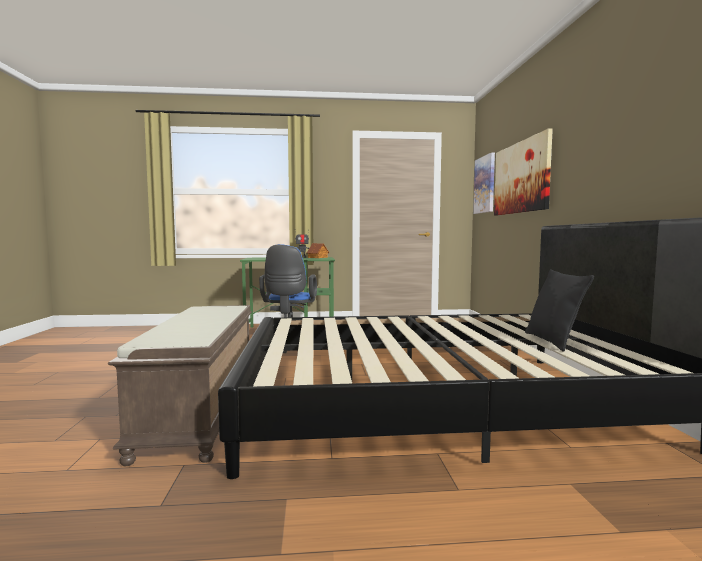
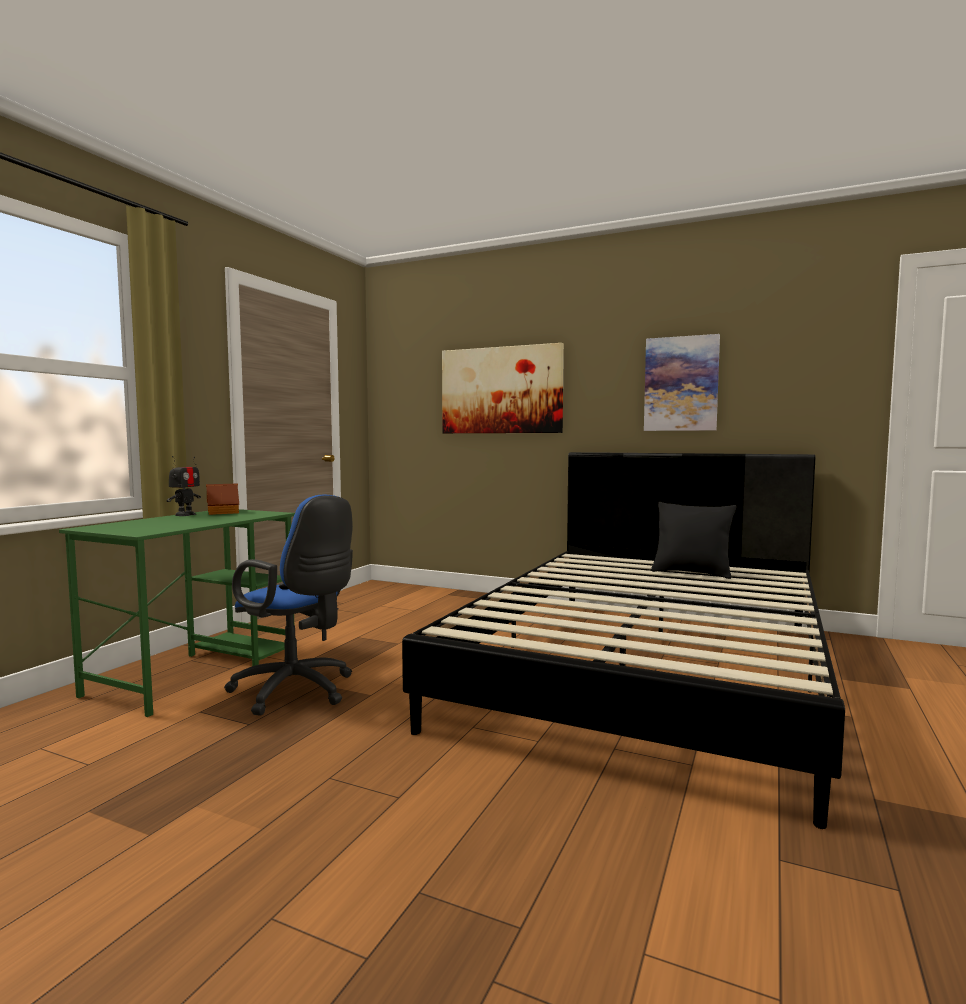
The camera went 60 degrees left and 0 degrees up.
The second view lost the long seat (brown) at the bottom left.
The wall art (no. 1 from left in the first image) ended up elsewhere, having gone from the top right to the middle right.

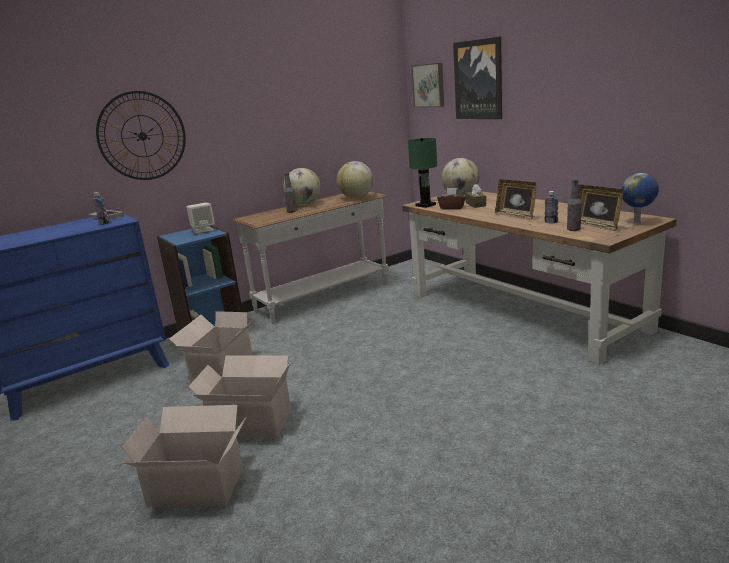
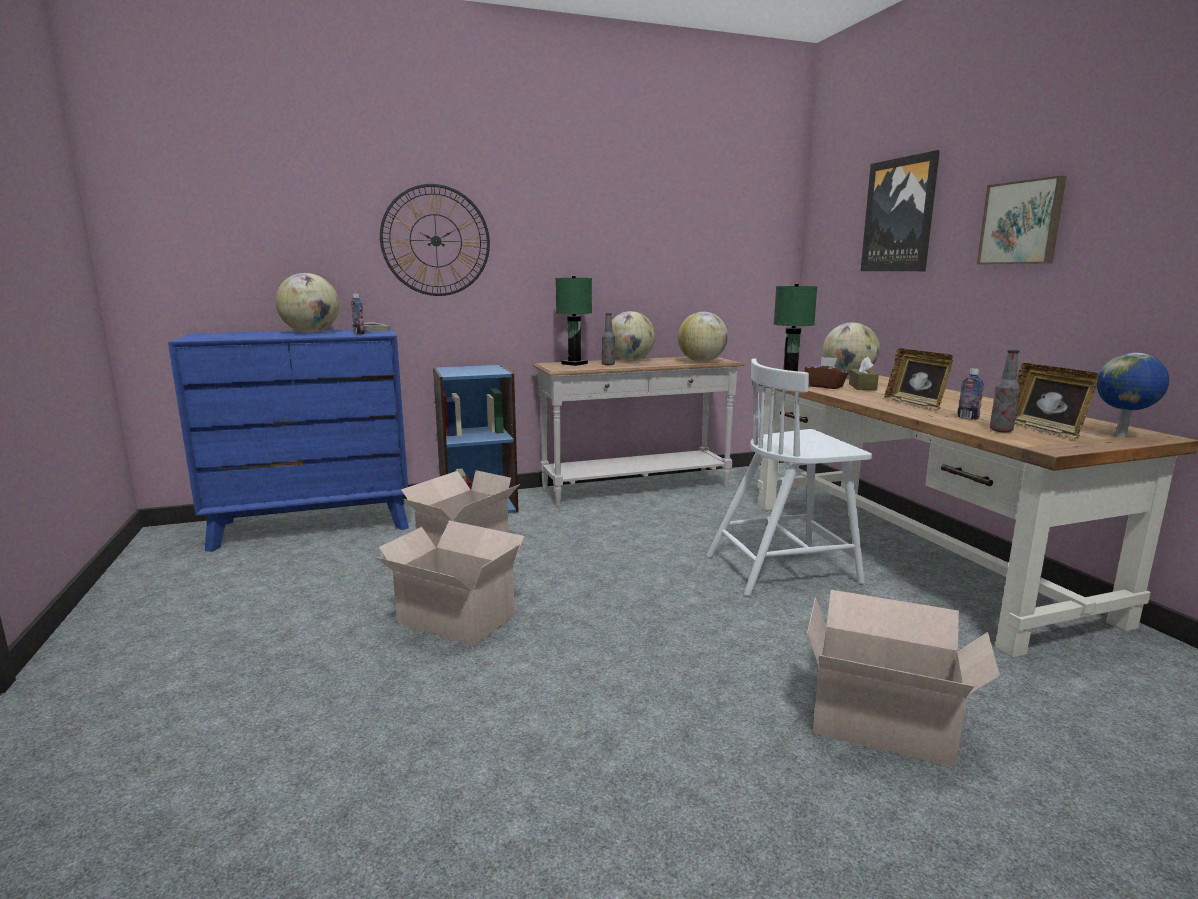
The camera went 15 degrees right and 5 degrees down.
The cardboard box (no. 1 from left in the first image) ended up elsewhere, having gone from the bottom left to the bottom right.
The second view lost the speaker (sand-coloured) at the middle left.
The wall art (no. 1 from left in the first image) ended up elsewhere, having gone from the top centre to the top right.
The second view gained the world globe (no. 1 from left) at the middle left.
The second view gained the tabletop lamp (greenish) (no. 1 from left) at the centre.
The second view gained the chair (white) at the centre.

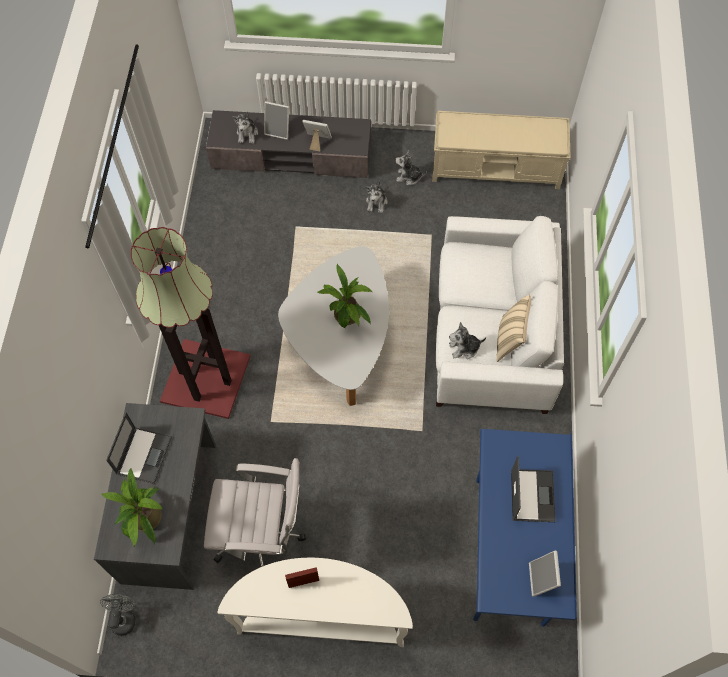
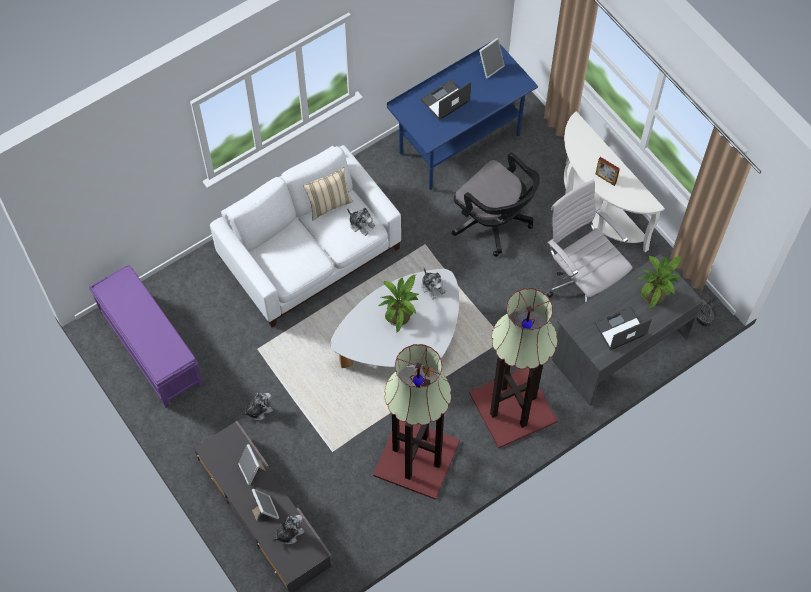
The camera went 130 degrees left and 0 degrees up.
The cuddly toy (no. 3 from left in the first image) ended up elsewhere, having gone from the top centre to the centre.
What was the long seat (sand-coloured) at the top right turned into the long seat (purplish) at the middle left.
The second view gained the floor lamp (no. 1 from left) at the bottom centre.
The second view gained the office chair (black-coloured) at the centre.

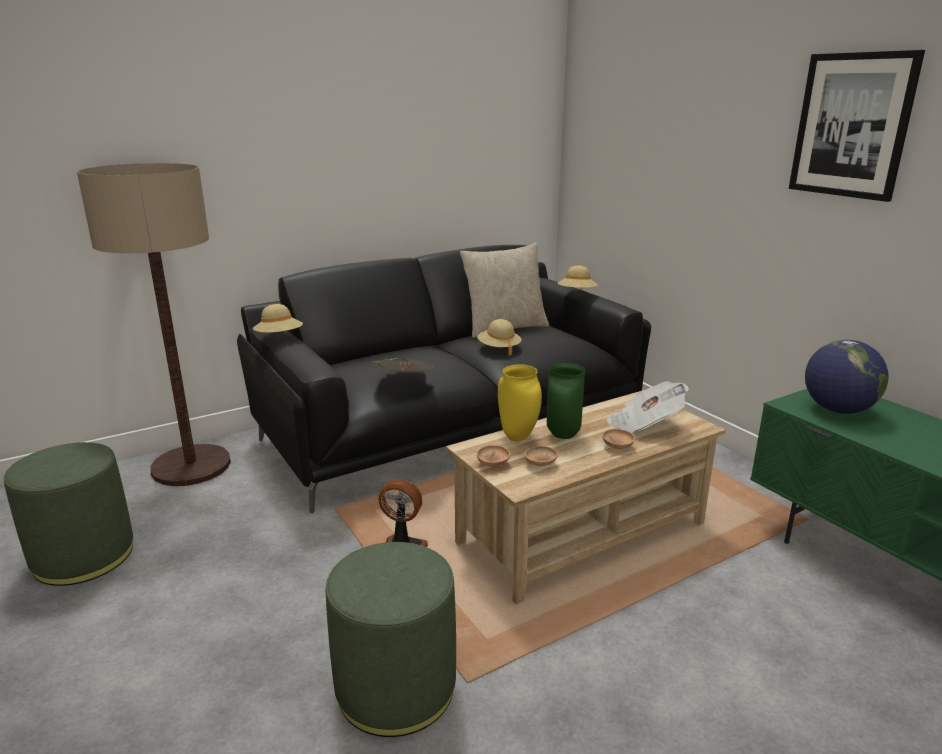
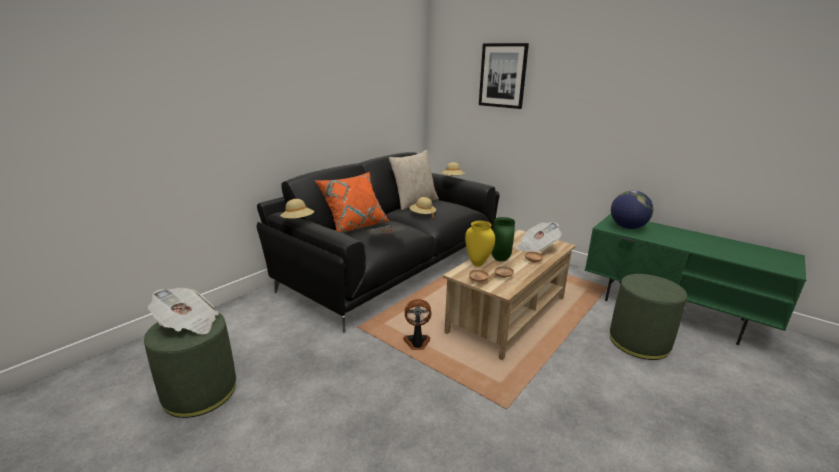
The camera went 20 degrees left and 0 degrees up.
The second view lost the floor lamp at the middle left.
The footrest (greenish) (no. 2 from left) ended up elsewhere, having gone from the bottom centre to the bottom right.
The wall art ended up elsewhere, having gone from the top right to the top centre.
The second view gained the printed paper (no. 1 from left) at the middle left.
The second view gained the cushion (orangey) at the centre.

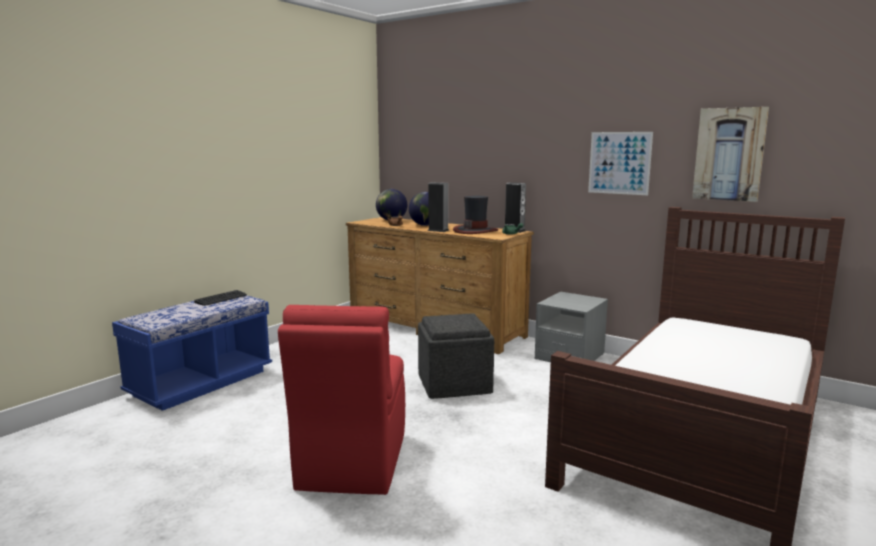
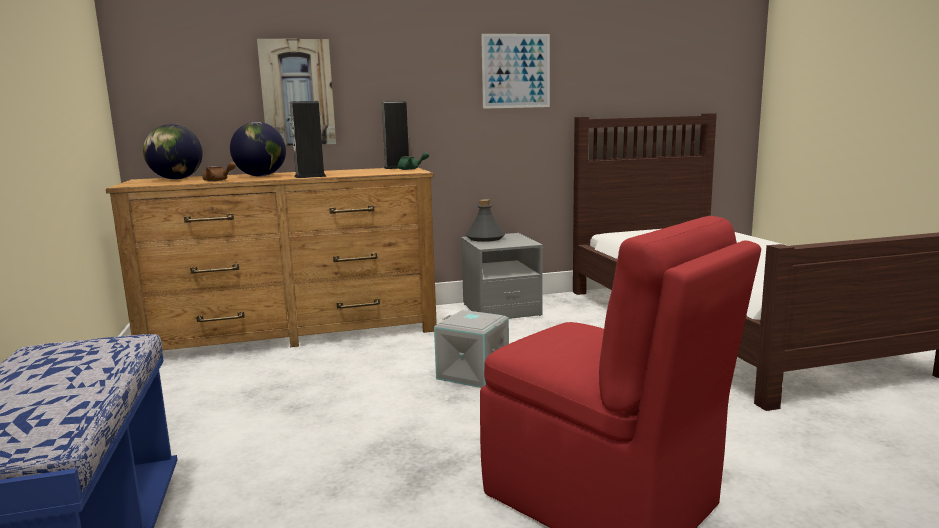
The camera went 50 degrees left and 0 degrees up.
The second view lost the computer keyboard at the middle left.
Where the footrest (grey) stood at the centre, the storage box (grey) came to stand at the centre.
The second view lost the hat at the centre.
The wall art (no. 2 from left in the first image) ended up elsewhere, having gone from the top right to the top left.
The second view gained the drink bottle (grey) at the centre.

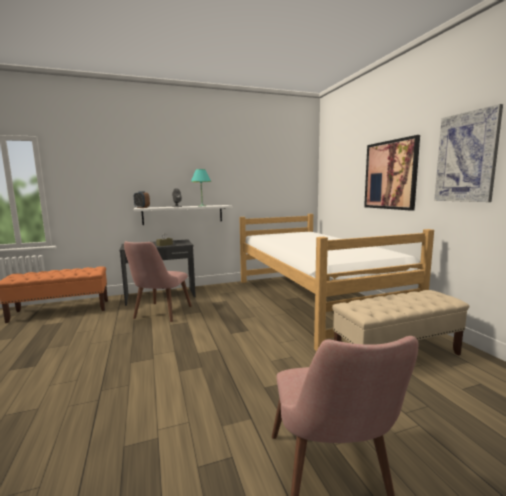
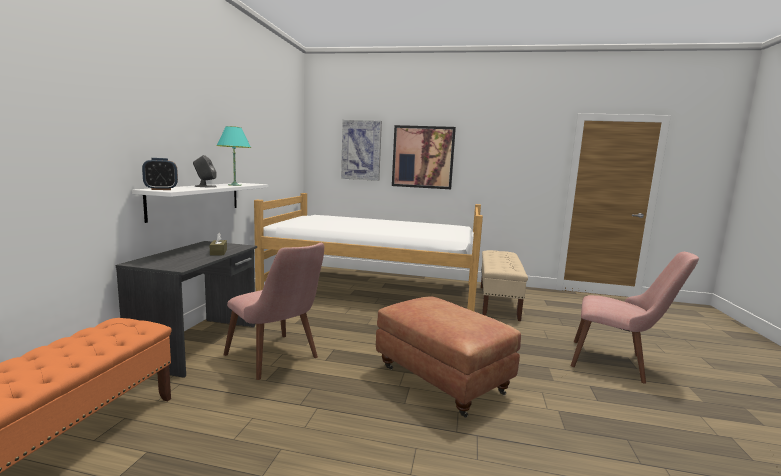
The camera went 60 degrees left and 0 degrees up.
The wall art (no. 2 from left in the first image) ended up elsewhere, having gone from the top right to the top centre.
The second view gained the footrest (brown) at the bottom centre.

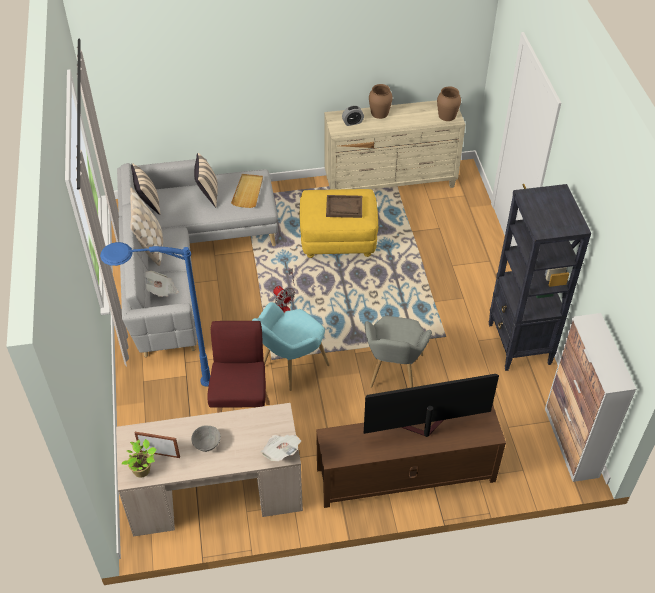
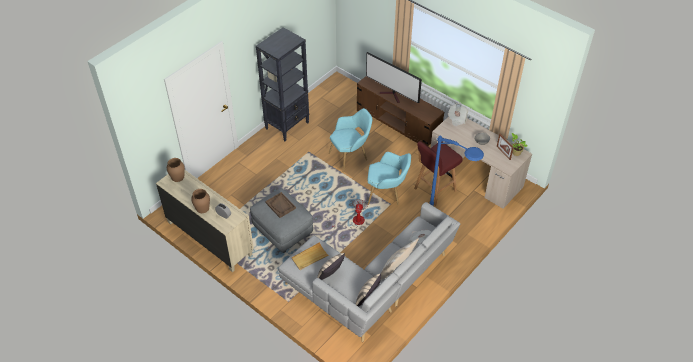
The camera went 130 degrees left and 0 degrees up.
What was the footrest (yellowish) at the centre turned into the footrest (grey) at the centre.
What was the armchair (grey) at the centre turned into the armchair (turquoise-coloured) (no. 1 from left) at the centre.
The second view lost the storage cabinet at the bottom right.

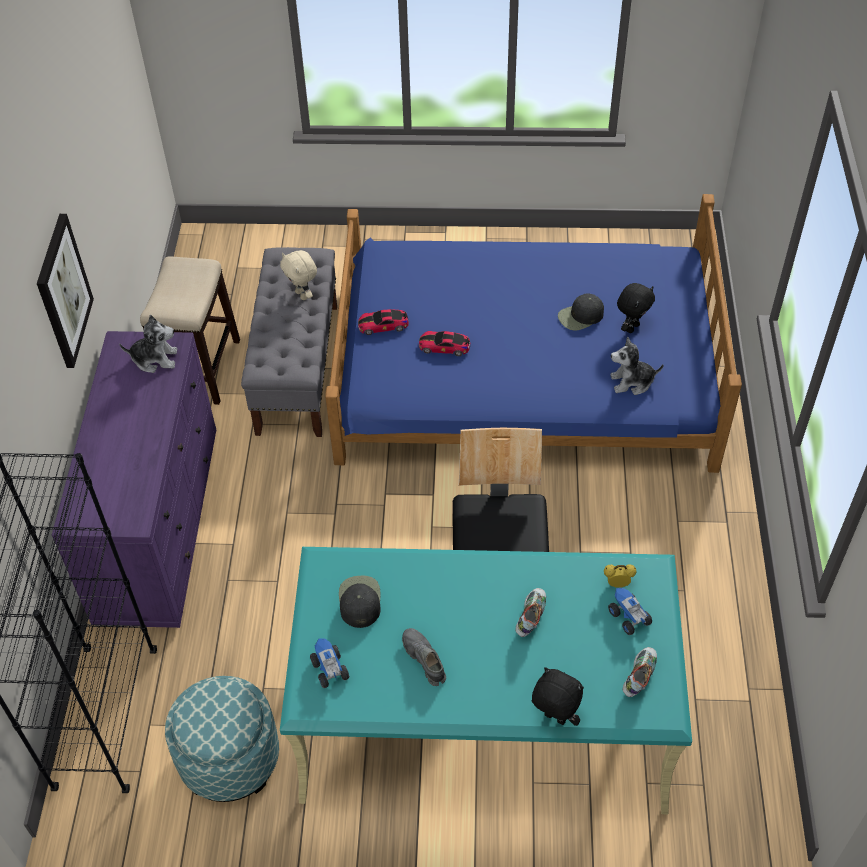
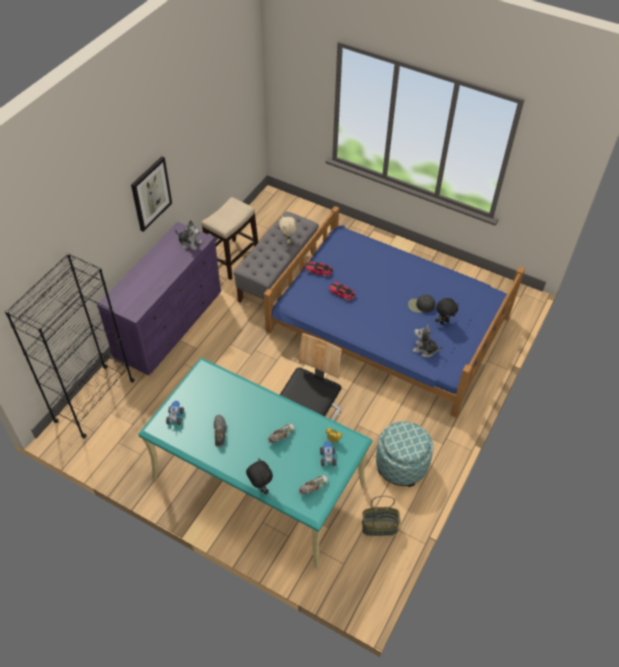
The camera went 25 degrees right and 0 degrees up.
The footrest ended up elsewhere, having gone from the bottom left to the bottom centre.
The second view lost the cap (black-coloured) (no. 1 from left) at the bottom centre.
The second view gained the storage basket at the bottom centre.

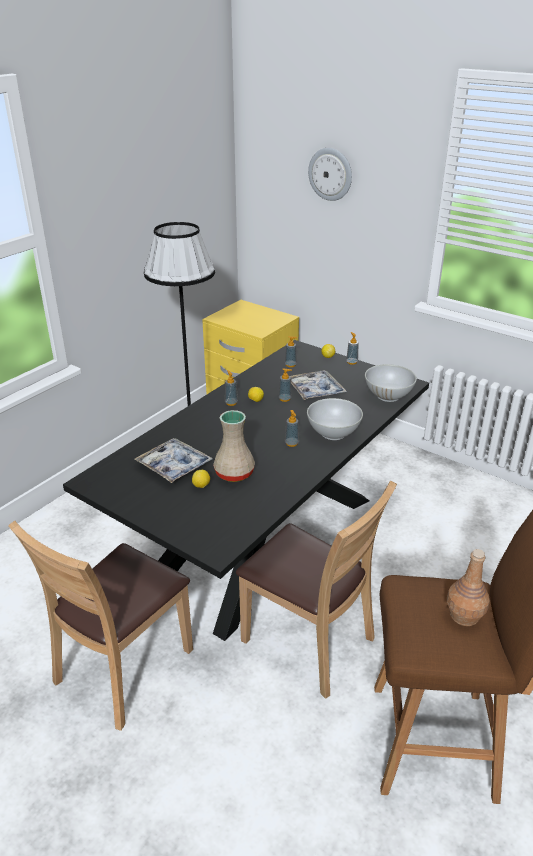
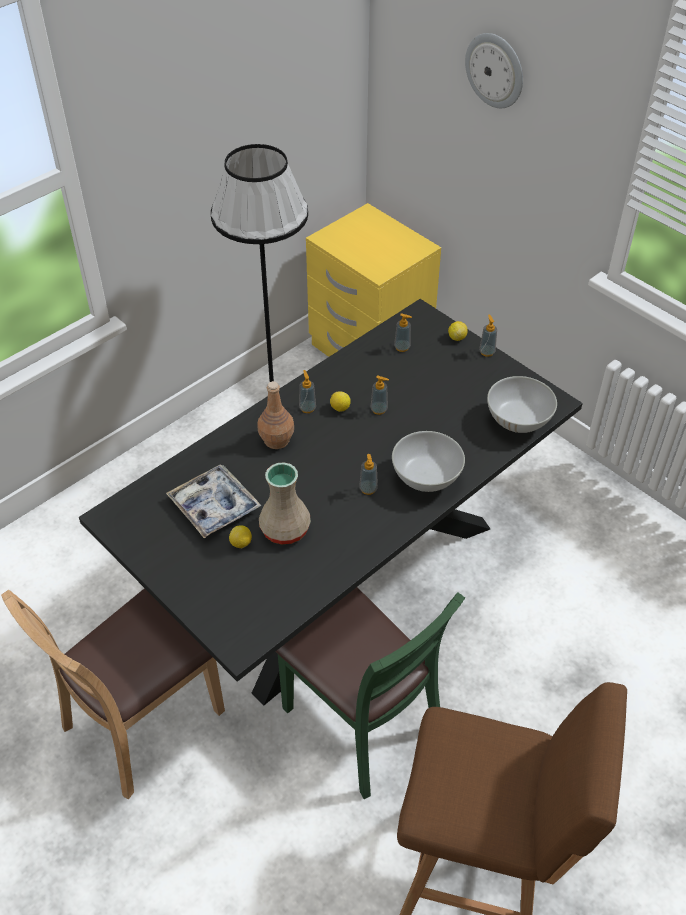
The camera went 10 degrees right and 15 degrees up.
What was the chair (brown) (no. 2 from left) at the bottom centre turned into the chair (greenish) at the bottom centre.
The second view lost the tray (no. 2 from left) at the centre.
The drink bottle (brown) ended up elsewhere, having gone from the bottom right to the centre.

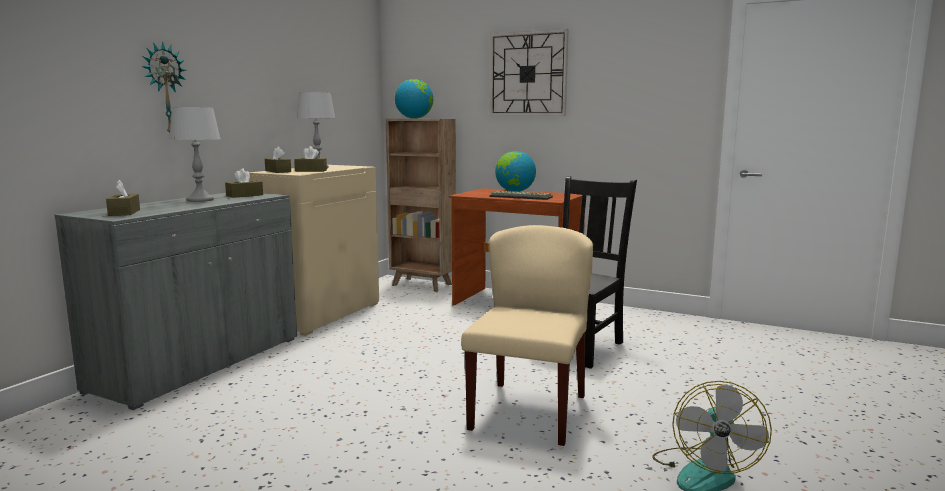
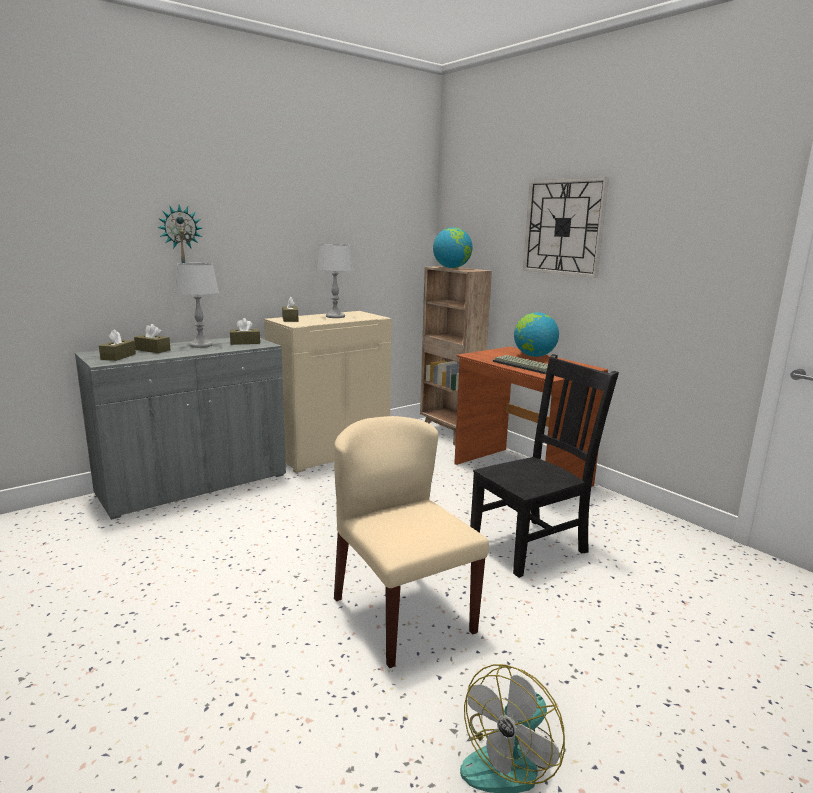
The camera went 25 degrees right and 5 degrees up.
The box of tissues (brown) (no. 4 from left in the first image) ended up elsewhere, having gone from the top left to the middle left.
The chair (sand-coloured) at the bottom centre ended up facing another way, 75 degrees counterclockwise from before.

